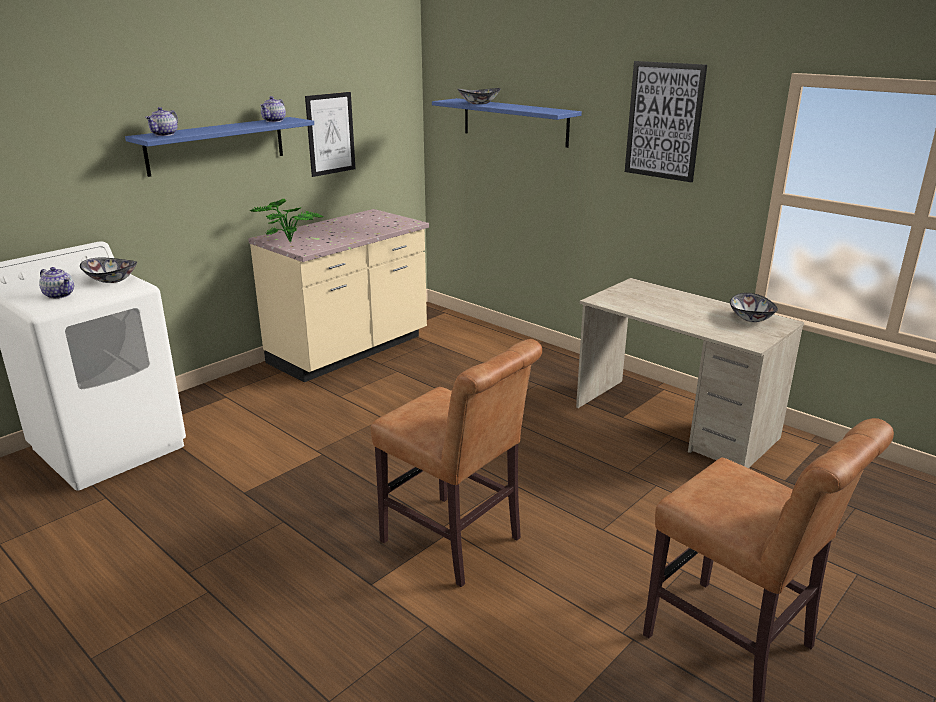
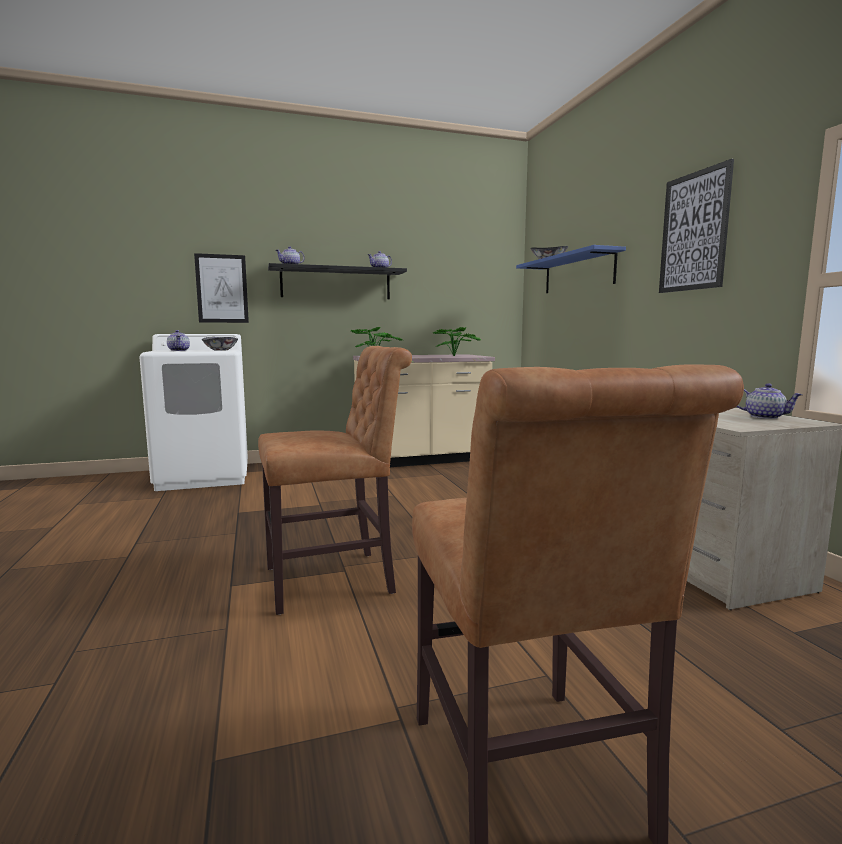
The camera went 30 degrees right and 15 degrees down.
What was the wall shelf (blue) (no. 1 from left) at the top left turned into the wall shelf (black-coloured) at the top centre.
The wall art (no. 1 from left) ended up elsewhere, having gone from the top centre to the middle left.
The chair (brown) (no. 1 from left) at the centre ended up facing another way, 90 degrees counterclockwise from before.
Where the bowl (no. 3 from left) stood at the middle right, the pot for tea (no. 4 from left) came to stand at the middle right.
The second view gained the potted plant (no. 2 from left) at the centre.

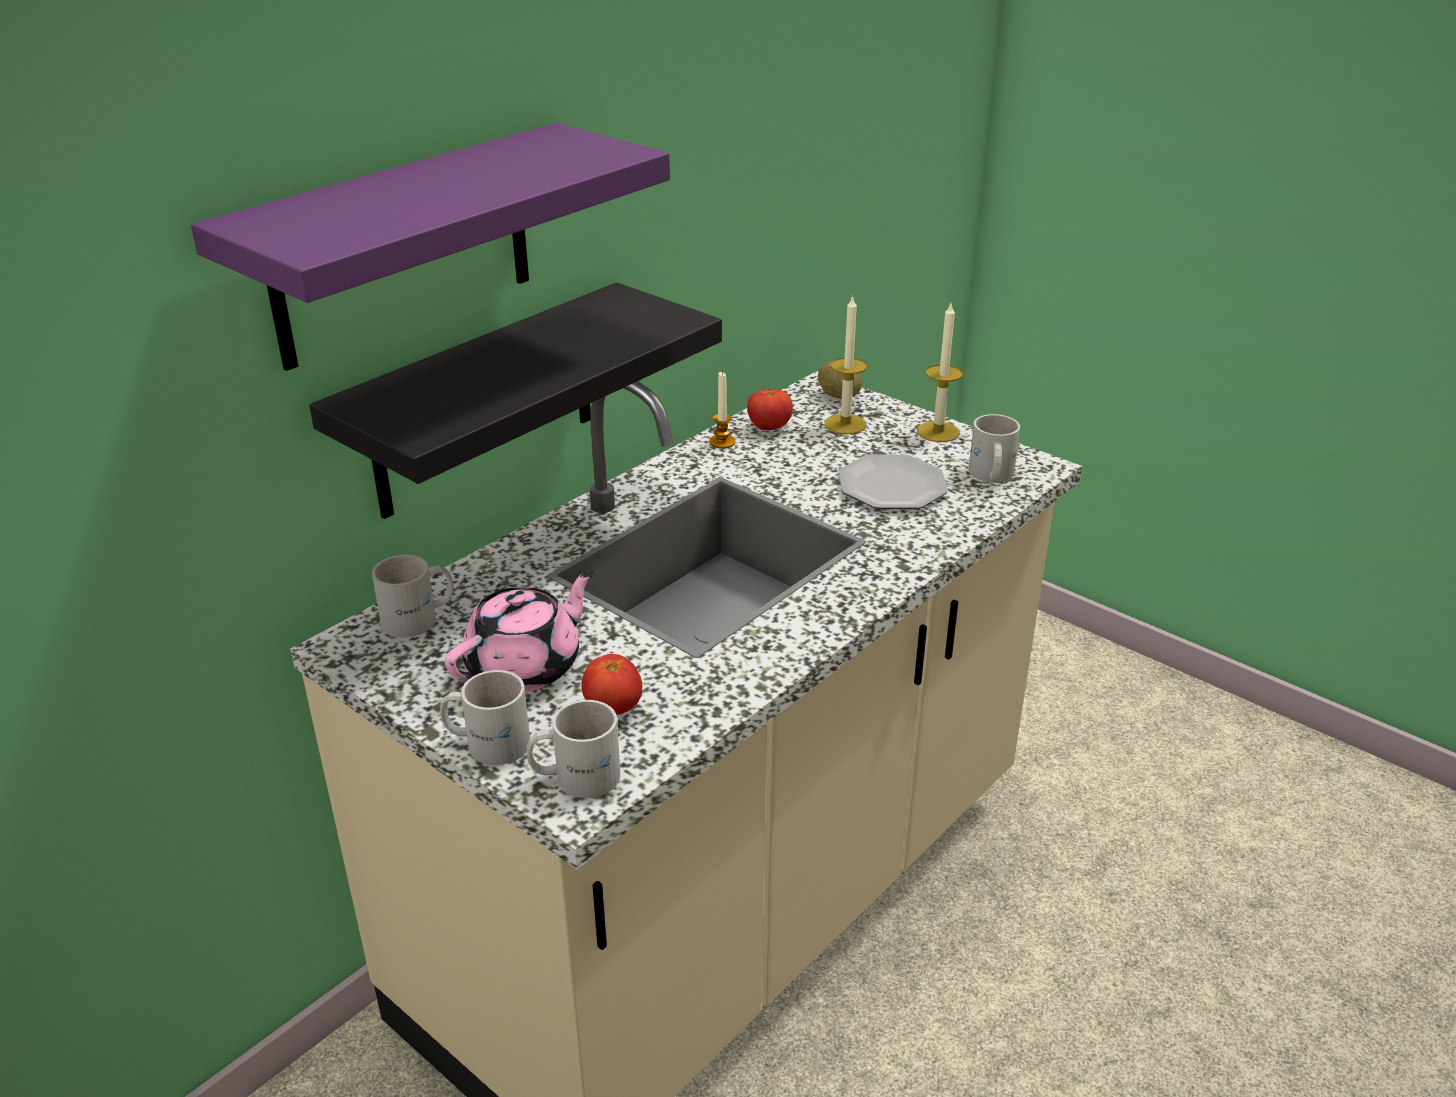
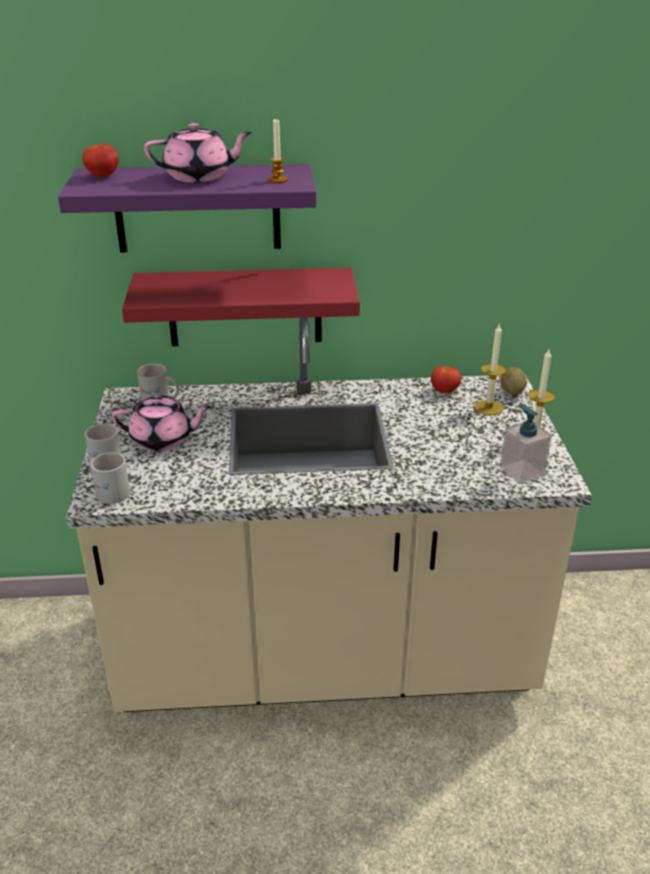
The camera went 45 degrees right and 0 degrees up.
What was the wall shelf (black-coloured) at the centre turned into the wall shelf (red) at the centre.
The whole tomato (no. 1 from left) ended up elsewhere, having gone from the centre to the top left.
The candle (no. 1 from left) ended up elsewhere, having gone from the centre to the top centre.
The second view lost the dinner plate at the centre.
Where the mug (white) (no. 4 from left) stood at the middle right, the soap dispenser came to stand at the middle right.
The second view gained the pot for tea (pink) (no. 2 from left) at the top left.

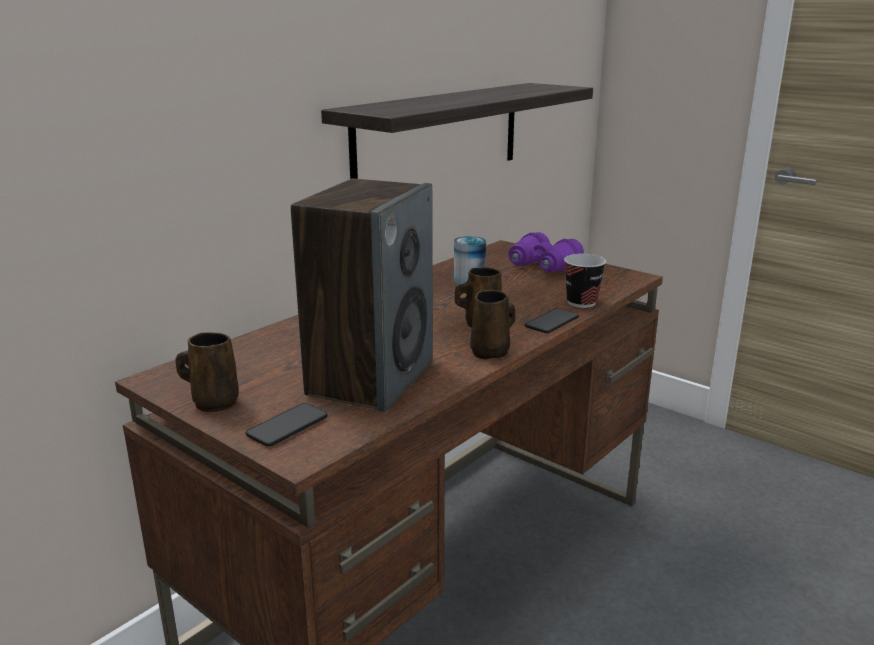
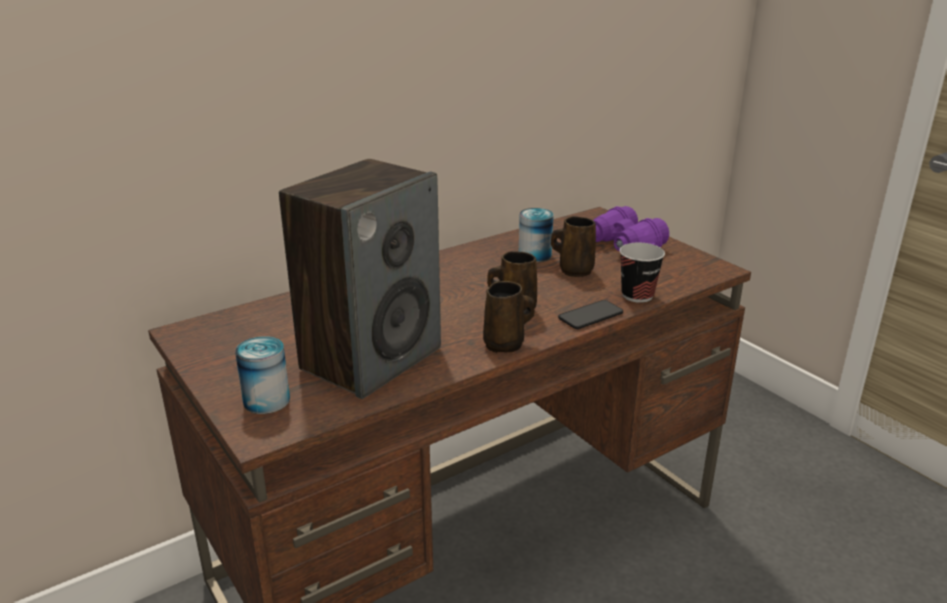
The camera went 15 degrees right and 5 degrees up.
The mug (brown) (no. 1 from left in the first image) ended up elsewhere, having gone from the middle left to the centre.
Where the handset (no. 1 from left) stood at the middle left, the can (no. 1 from left) came to stand at the middle left.
The second view lost the wall shelf at the top centre.

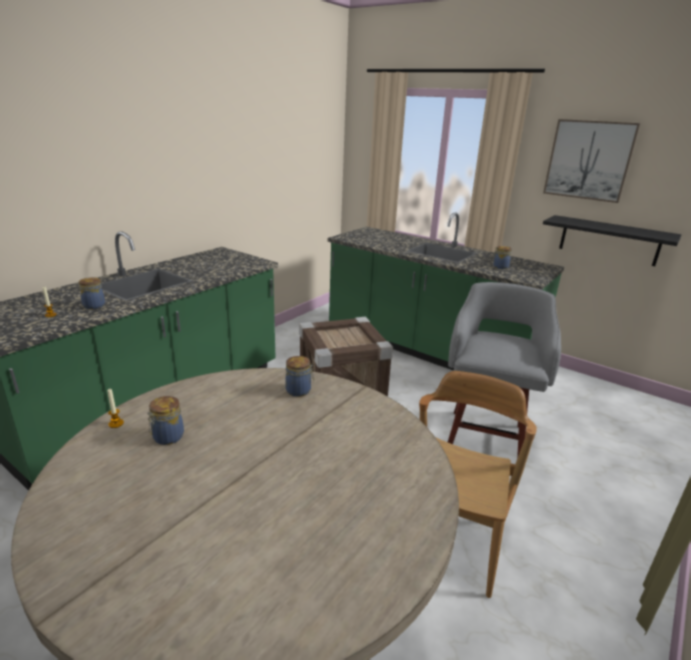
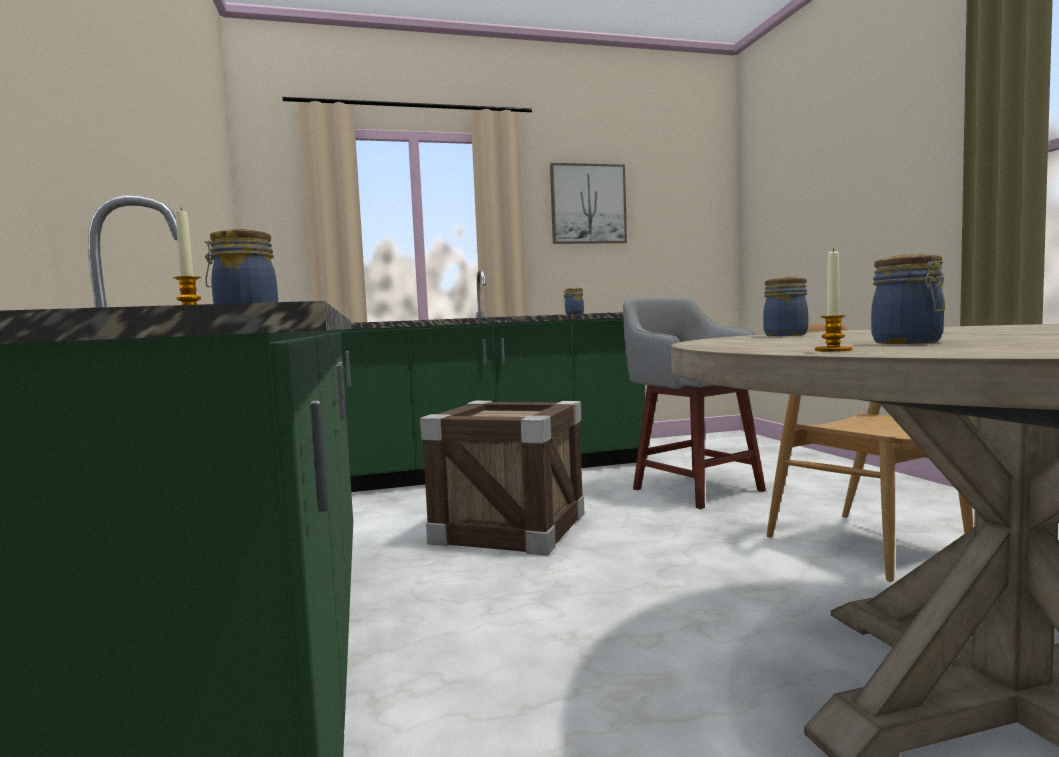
The camera went 50 degrees left and 20 degrees down.
The second view lost the wall shelf (black-coloured) at the middle right.

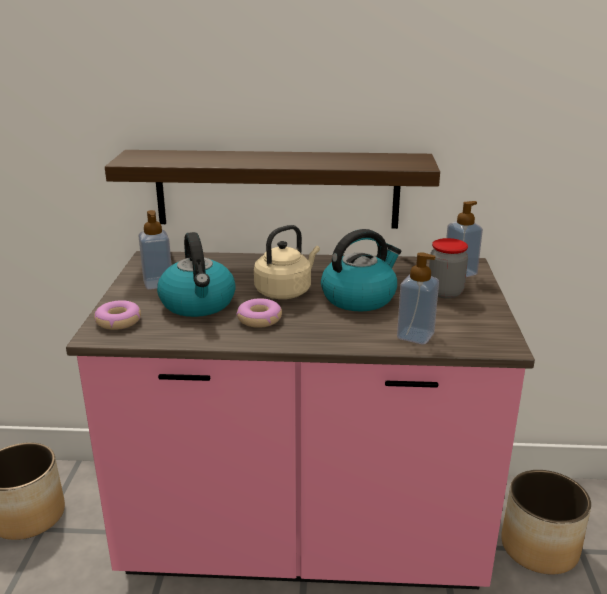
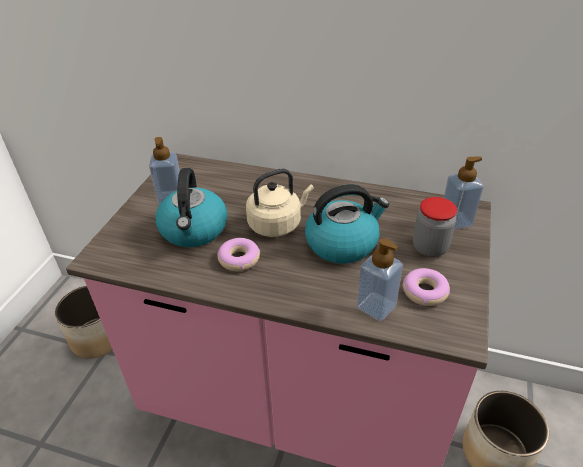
The camera went 15 degrees right and 15 degrees up.
The ring doughnut (no. 1 from left in the first image) ended up elsewhere, having gone from the middle left to the middle right.
The second view lost the wall shelf at the top centre.

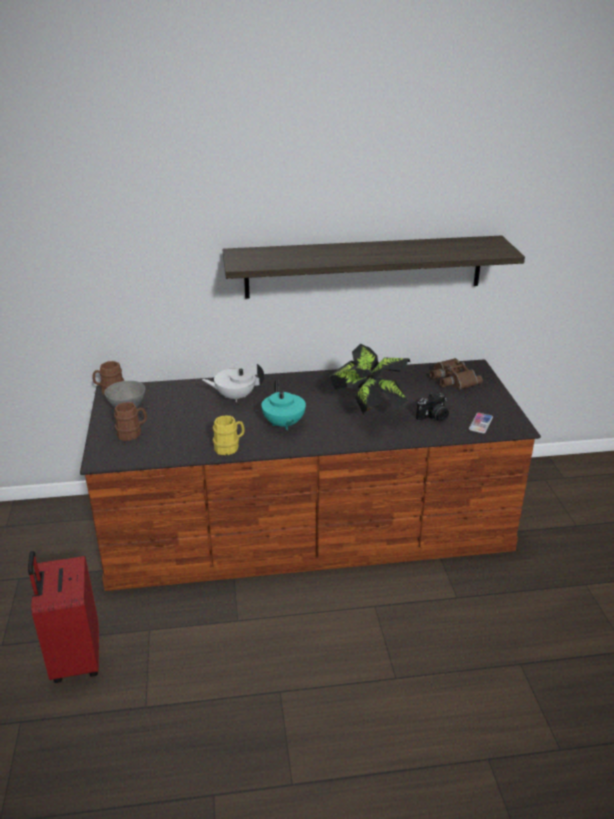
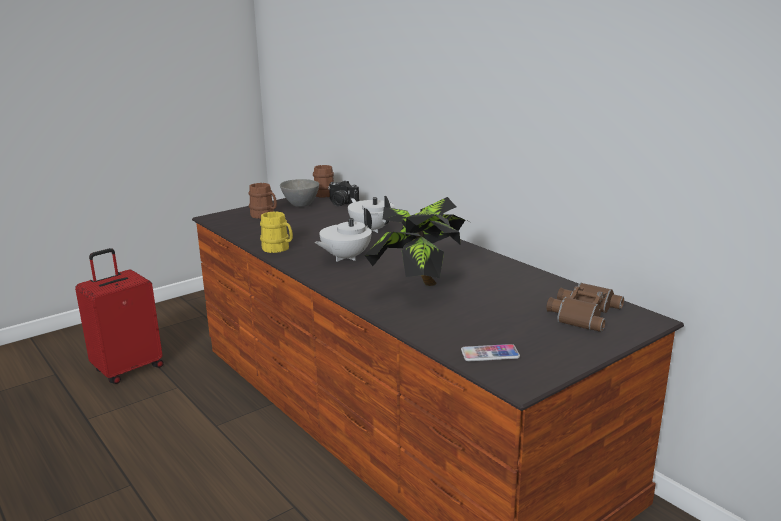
The camera went 60 degrees right and 10 degrees down.
The second view lost the wall shelf at the top centre.
What was the pot for tea (turquoise-coloured) at the centre turned into the pot for tea (white) (no. 1 from left) at the centre.
The still camera ended up elsewhere, having gone from the middle right to the centre.

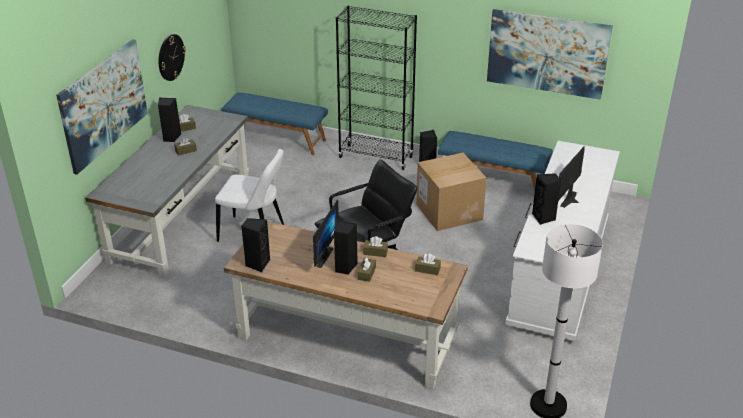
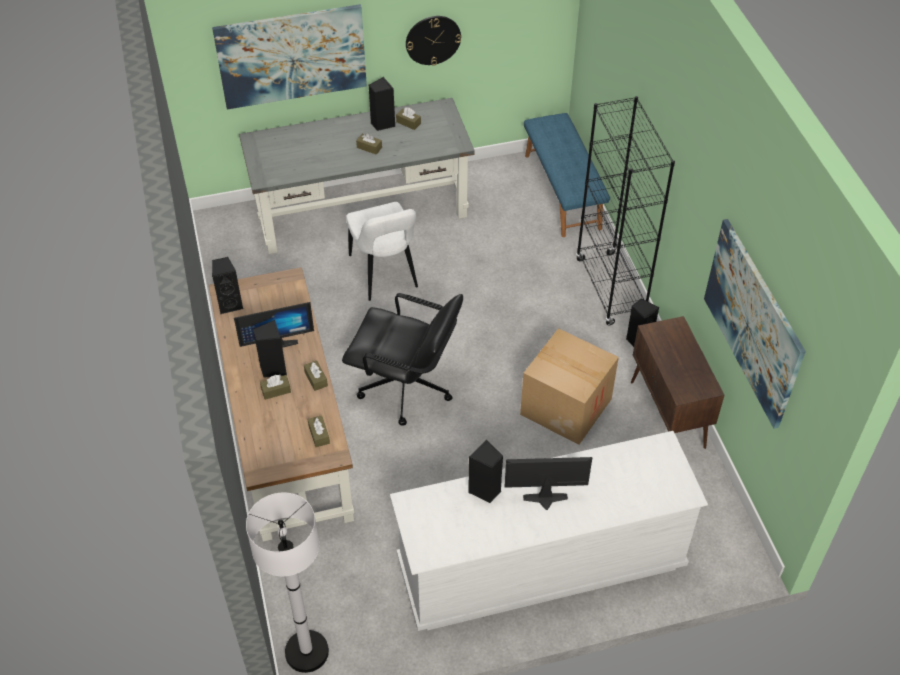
The camera went 55 degrees right and 15 degrees up.
Where the long seat (blue) (no. 2 from left) stood at the centre, the storage cabinet (brown) came to stand at the middle right.

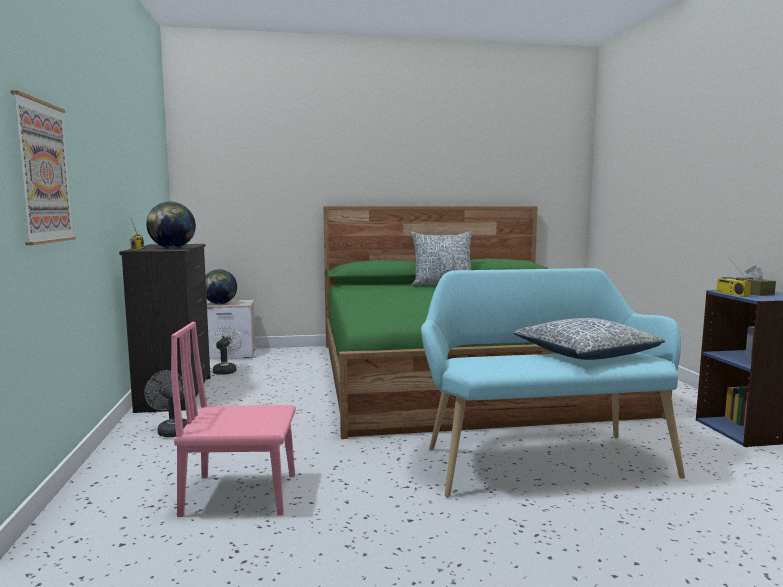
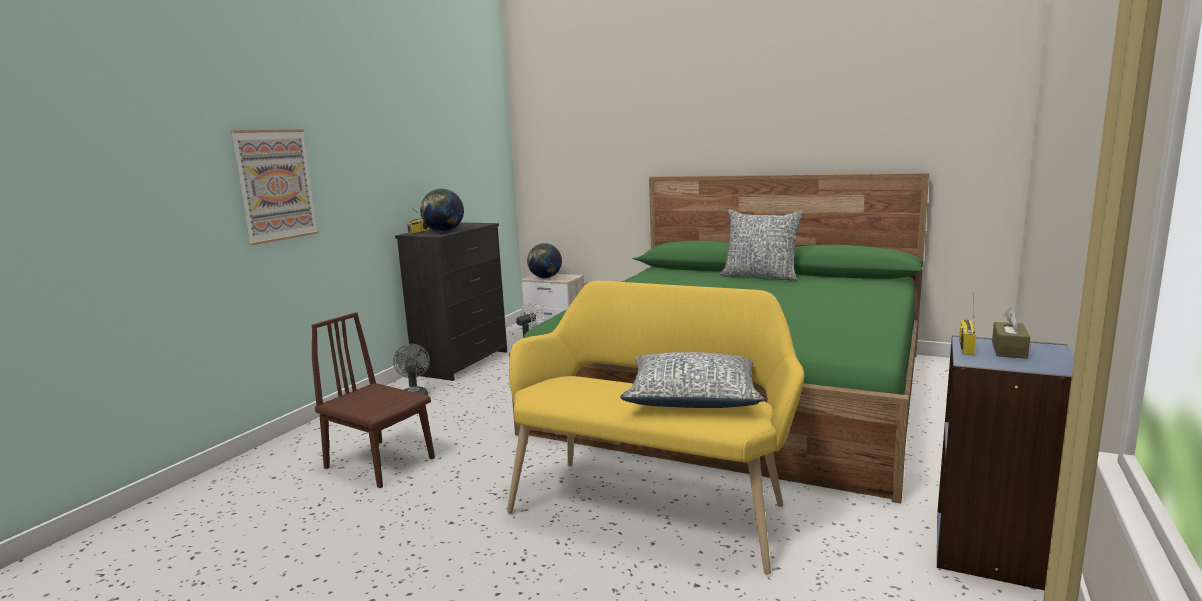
The camera went 35 degrees right and 5 degrees up.
What was the chair (pink) at the bottom left turned into the chair (brown) at the middle left.
What was the long seat (turquoise-coloured) at the middle right turned into the long seat (yellowish) at the bottom centre.

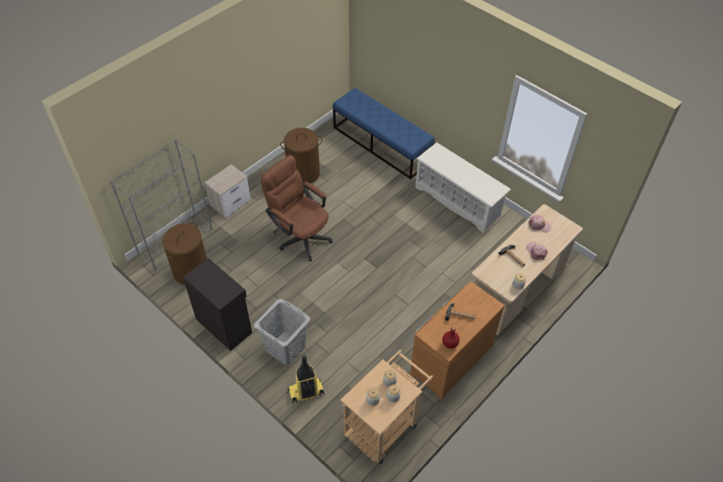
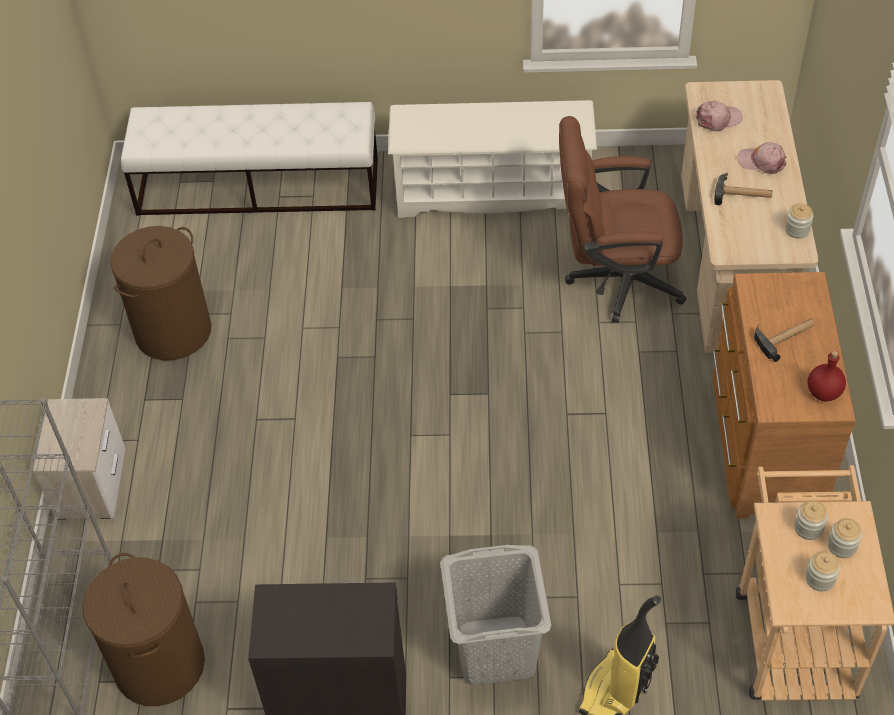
The camera went 40 degrees left and 0 degrees up.
The office chair (brown) ended up elsewhere, having gone from the centre to the top right.
What was the long seat (blue) at the top centre turned into the long seat (white) at the top left.

